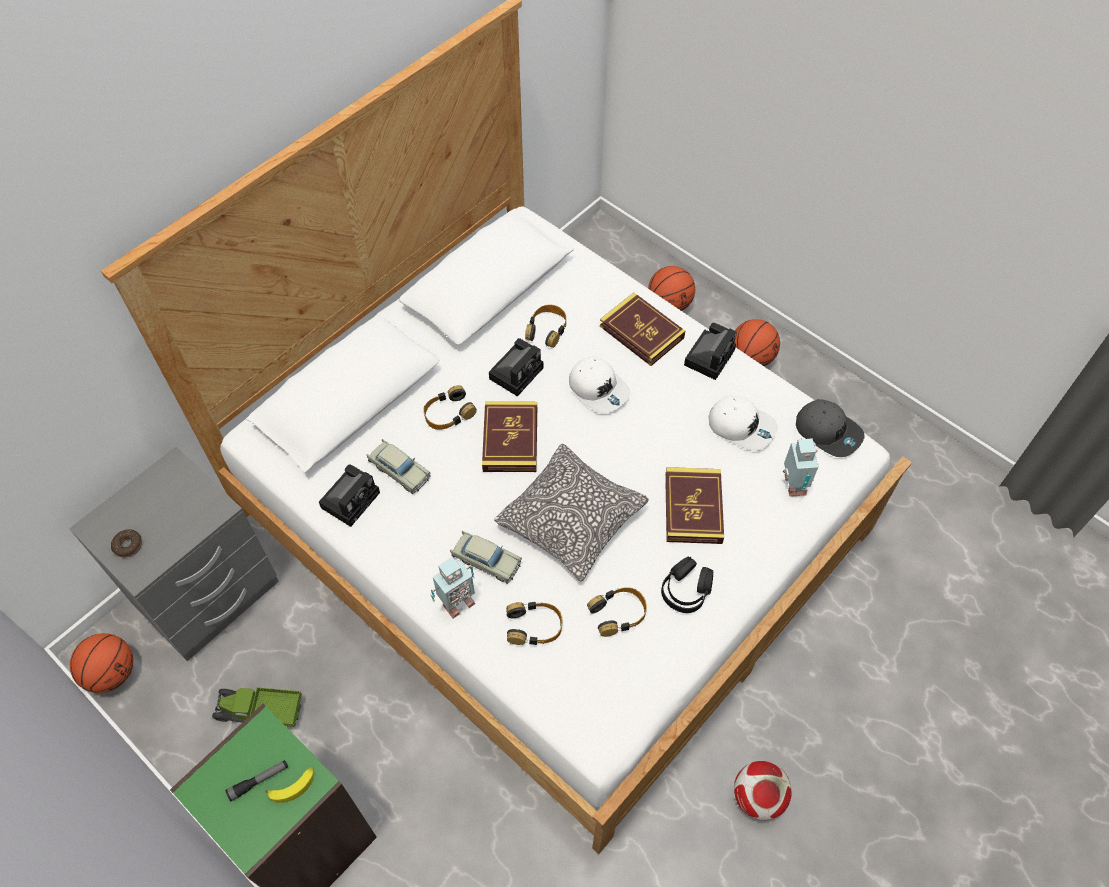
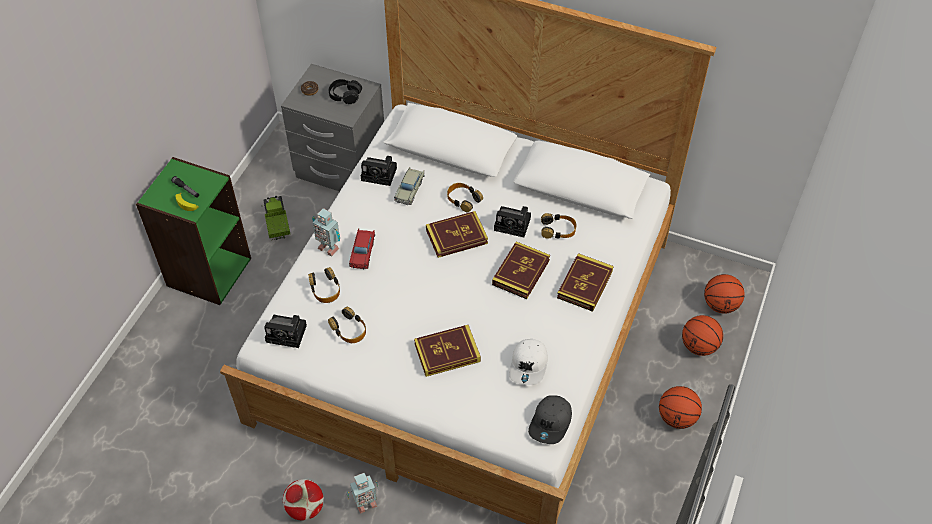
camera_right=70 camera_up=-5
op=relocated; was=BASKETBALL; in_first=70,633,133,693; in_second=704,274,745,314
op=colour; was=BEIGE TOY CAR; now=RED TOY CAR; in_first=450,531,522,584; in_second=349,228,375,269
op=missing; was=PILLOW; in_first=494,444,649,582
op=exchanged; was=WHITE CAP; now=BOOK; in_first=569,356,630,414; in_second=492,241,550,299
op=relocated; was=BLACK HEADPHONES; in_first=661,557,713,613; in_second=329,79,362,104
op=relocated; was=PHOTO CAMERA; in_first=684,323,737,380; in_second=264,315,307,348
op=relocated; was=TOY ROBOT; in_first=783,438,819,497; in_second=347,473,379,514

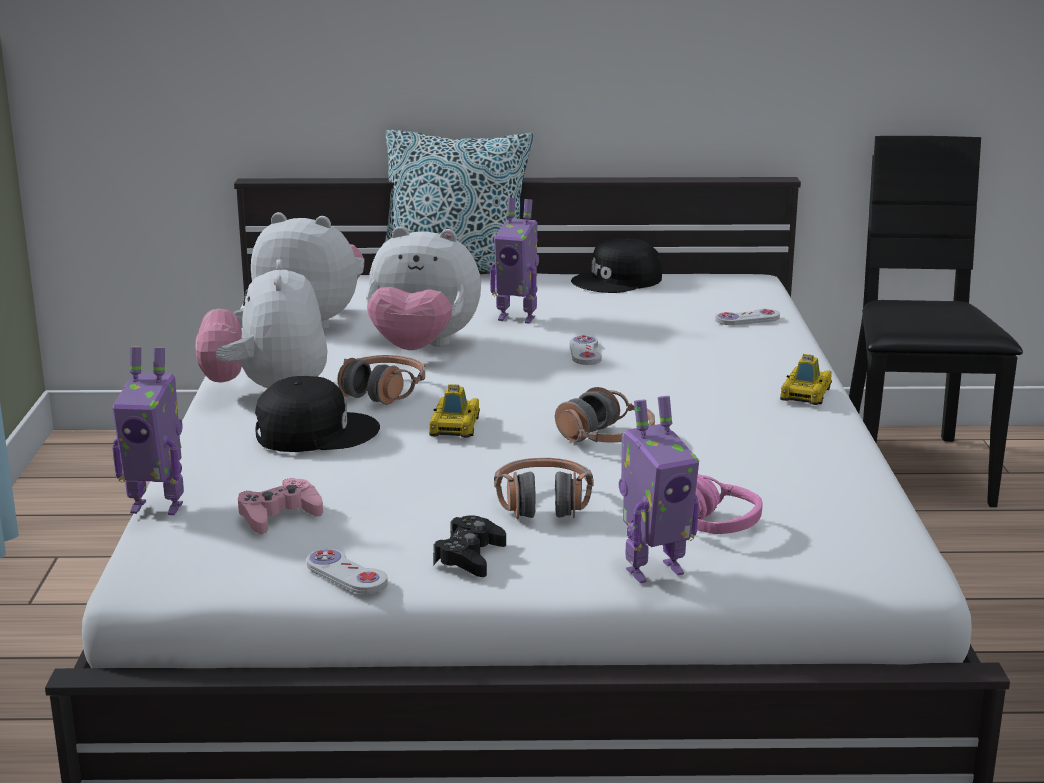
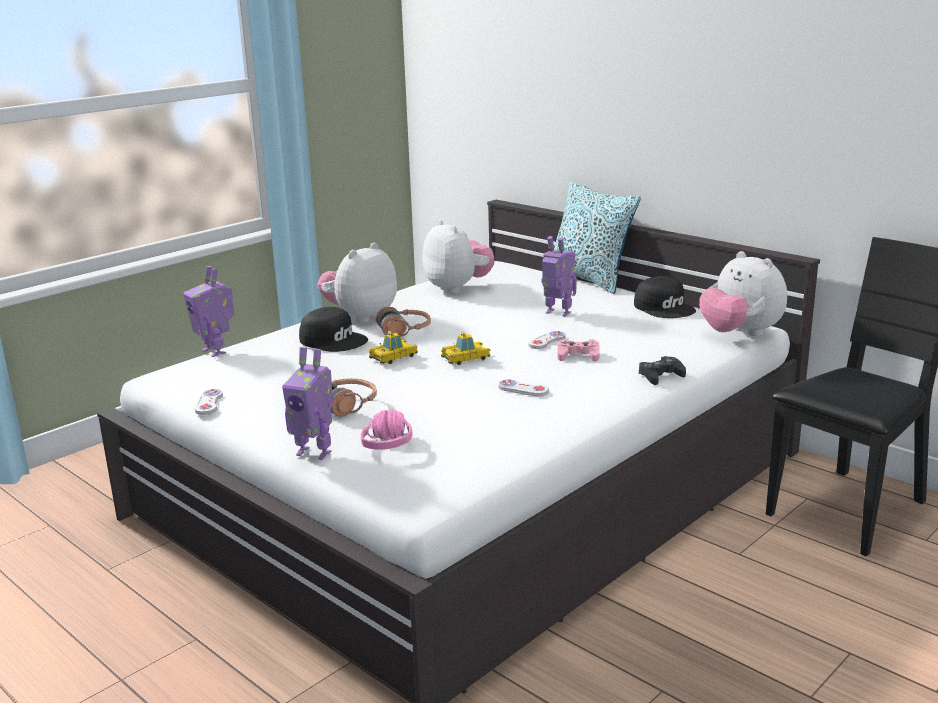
camera_right=45 camera_up=0
op=relocated; was=PINK GAME CONTROLLER; in_first=238,478,323,534; in_second=557,339,600,362
op=relocated; was=PLUSH TOY; in_first=366,226,481,350; in_second=699,251,787,336
op=relocated; was=BLACK GAME CONTROLLER; in_first=433,515,506,577; in_second=639,356,686,385
op=spun; was=TOY ROBOT; in_first=490,198,539,323; in_second=541,236,577,316; clockwise=150
op=missing; was=HEADPHONES; in_first=555,387,655,443
op=spun; was=BLACK CAP; in_first=571,237,662,293; in_second=634,276,696,318; clockwise=-135
op=relocated; was=WHITE GAME CONTROLLER; in_first=715,309,780,325; in_second=498,379,549,397
op=relocated; was=TOY CAR; in_first=780,354,832,405; in_second=441,332,491,365

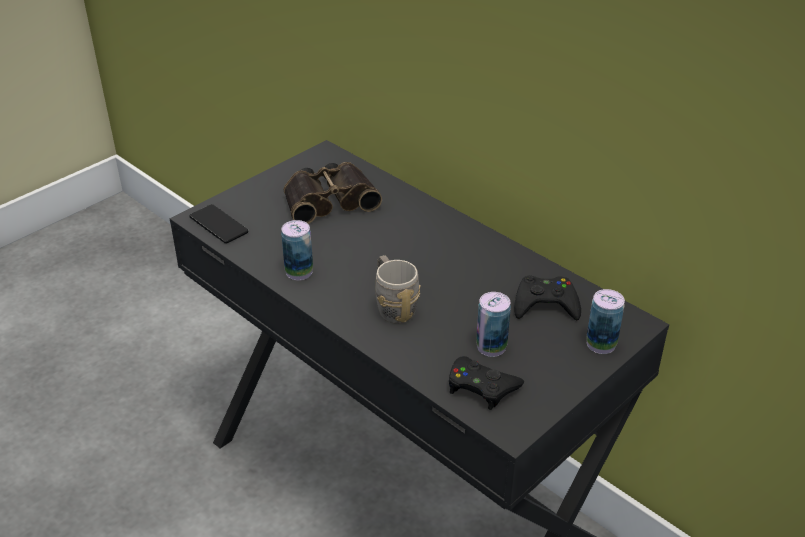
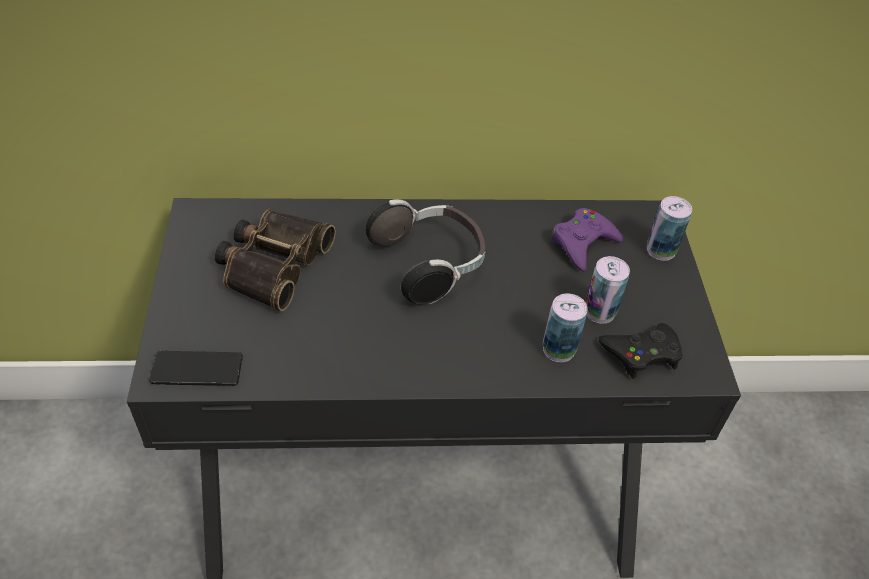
camera_right=-50 camera_up=10
op=relocated; was=CAN; in_first=281,220,313,280; in_second=543,294,588,362
op=missing; was=GREY MUG; in_first=375,255,421,323
op=colour; was=BLACK GAME CONTROLLER; now=PURPLE GAME CONTROLLER; in_first=514,275,581,320; in_second=551,208,623,271
op=appeared; now=HEADPHONES; in_second=366,199,485,304

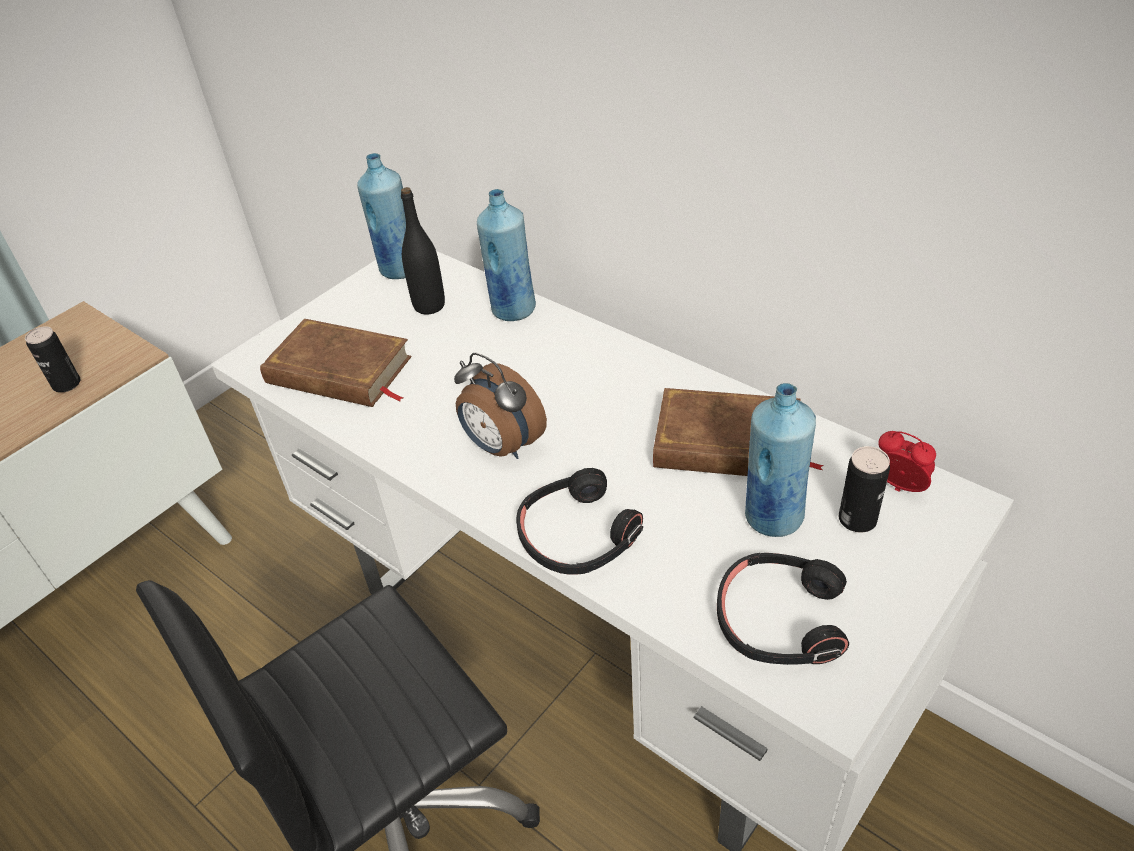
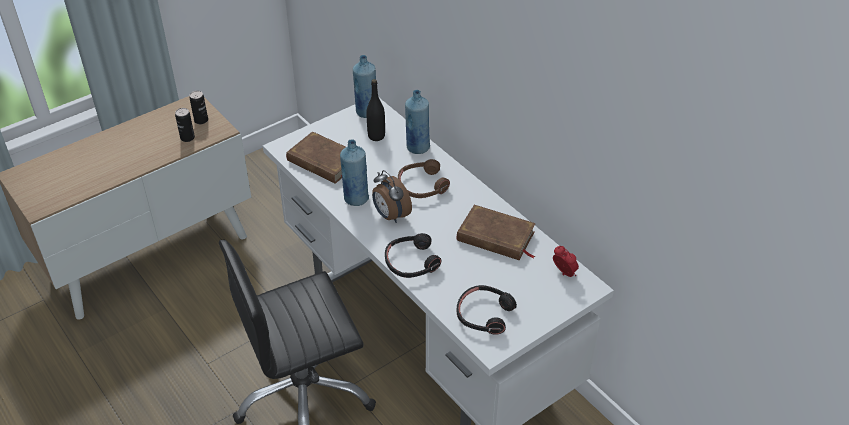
camera_right=10 camera_up=0
op=relocated; was=BLUE BOTTLE; in_first=745,383,816,537; in_second=340,139,369,206
op=relocated; was=CAN; in_first=839,446,890,532; in_second=189,91,208,124
op=appeared; now=BROWN HEADPHONES; in_second=398,159,450,198

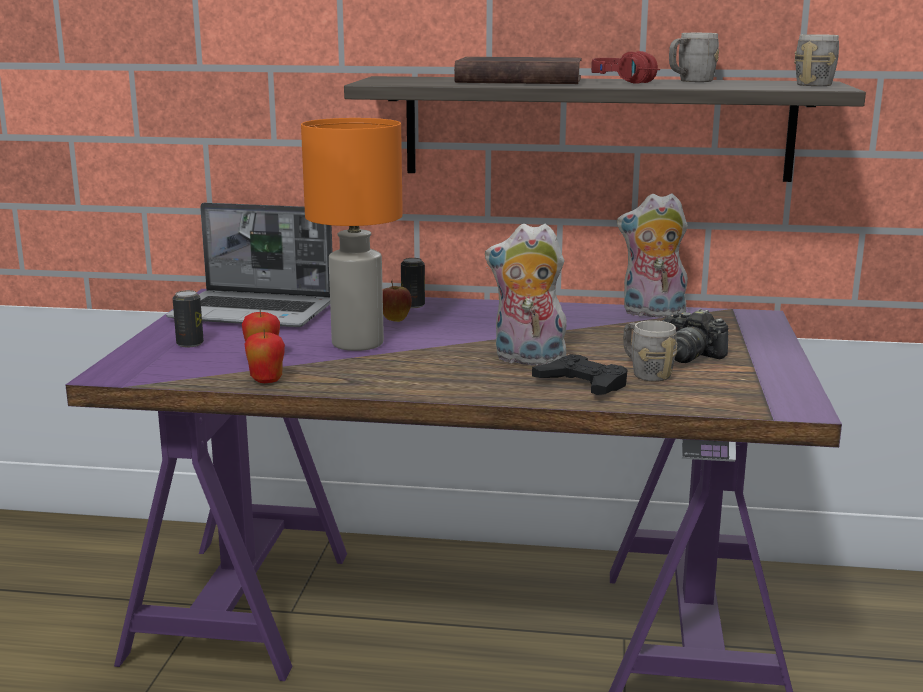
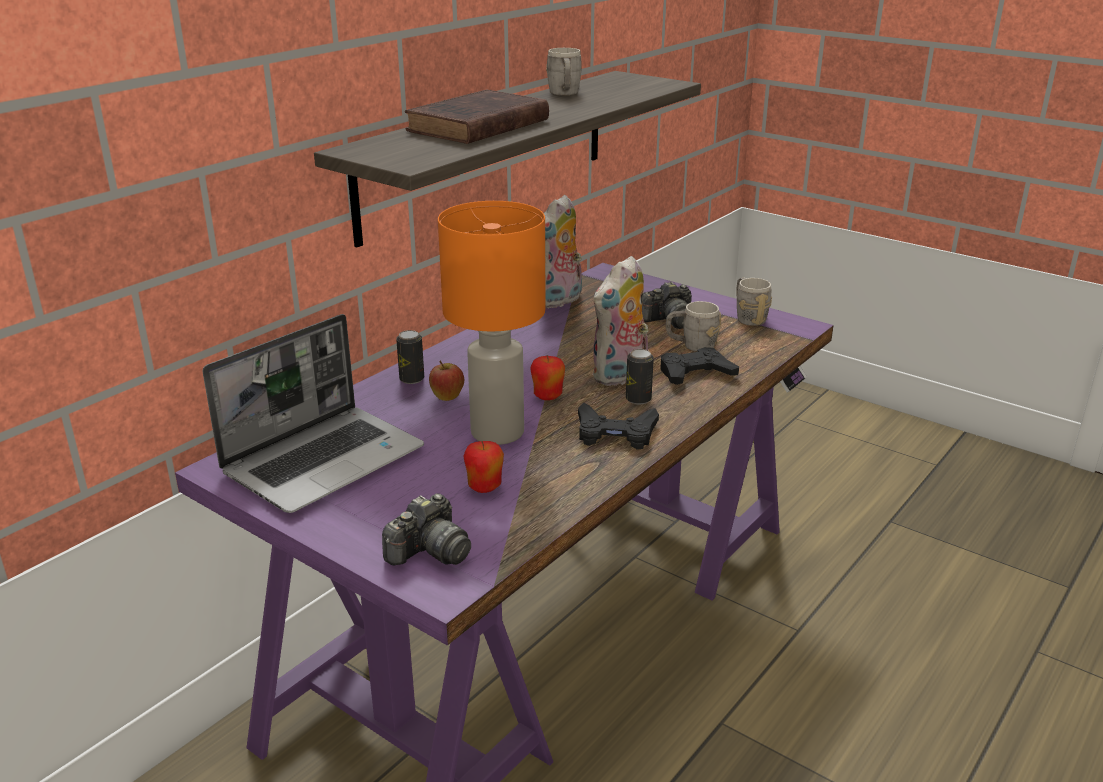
camera_right=-60 camera_up=10
op=relocated; was=CAN; in_first=173,290,204,347; in_second=626,349,654,405
op=relocated; was=APPLE; in_first=245,330,285,383; in_second=530,355,565,400
op=missing; was=RED HEADPHONES; in_first=591,51,660,84
op=relocated; was=GREY MUG; in_first=794,34,839,86; in_second=736,278,772,326
op=appeared; now=PHOTO CAMERA; in_second=382,493,471,565
op=appeared; now=BLACK GAME CONTROLLER; in_second=578,403,659,450

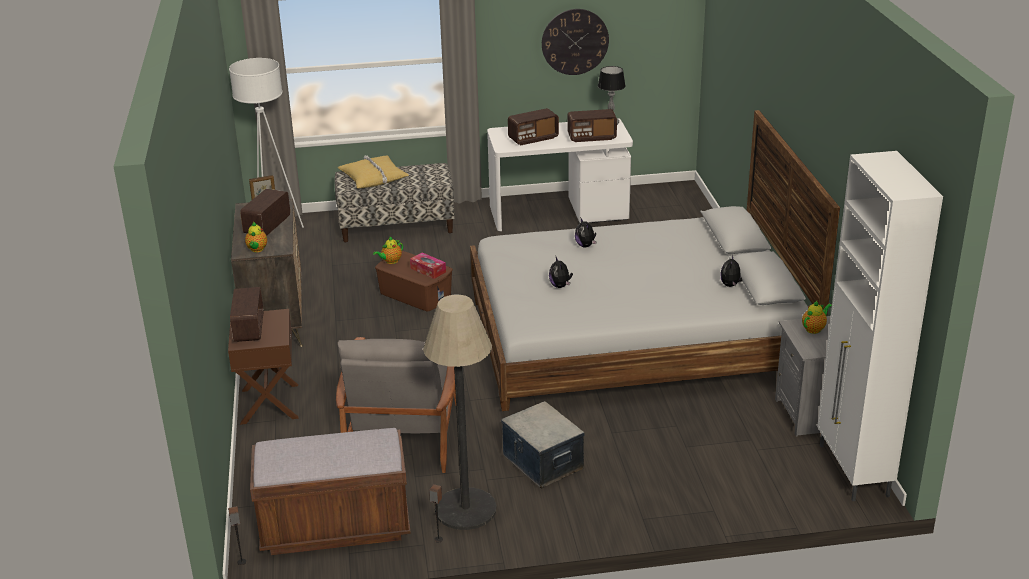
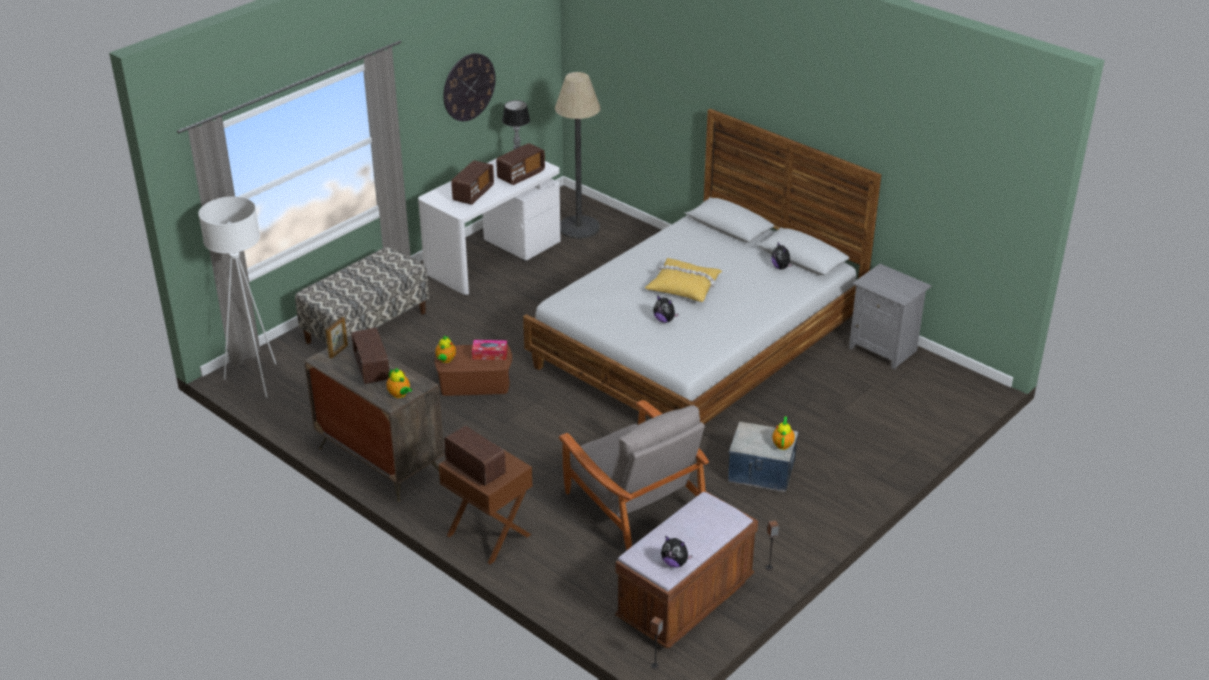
camera_right=-40 camera_up=5
op=relocated; was=YELLOW PILLOW; in_first=338,155,409,188; in_second=645,258,722,302
op=relocated; was=FLOOR LAMP; in_first=423,295,497,530; in_second=555,72,601,239
op=relocated; was=PLUSH TOY; in_first=575,217,596,247; in_second=661,536,693,568
op=relocated; was=TEAPOT; in_first=802,301,832,334; in_second=772,417,795,450
op=missing; was=WHITE CABINET; in_first=817,151,943,501

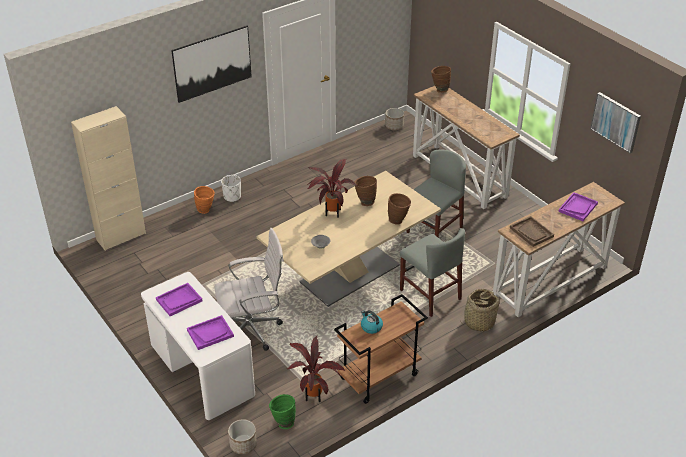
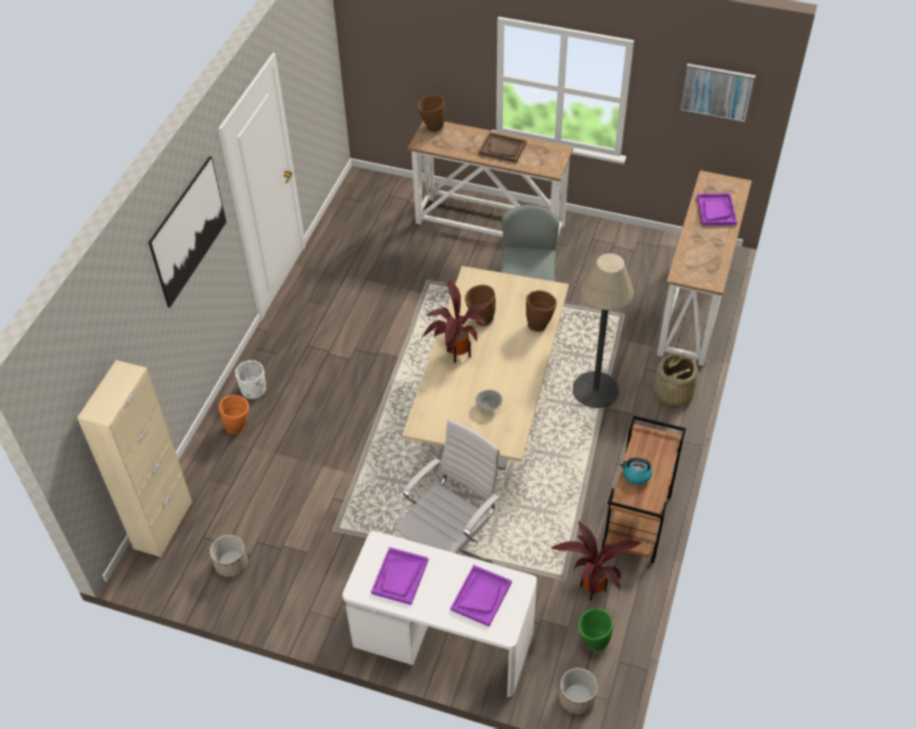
camera_right=-35 camera_up=10
op=relocated; was=PLANTER; in_first=385,108,404,130; in_second=210,535,248,577
op=exchanged; was=GREY CHAIR; now=FLOOR LAMP; in_first=400,228,465,317; in_second=573,253,634,408
op=relocated; was=BROWN TRAY; in_first=510,216,554,247; in_second=479,132,527,163

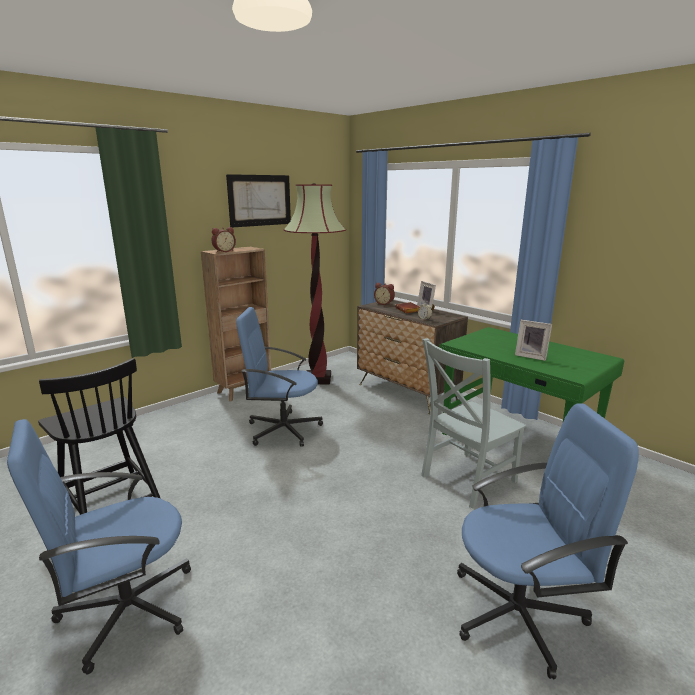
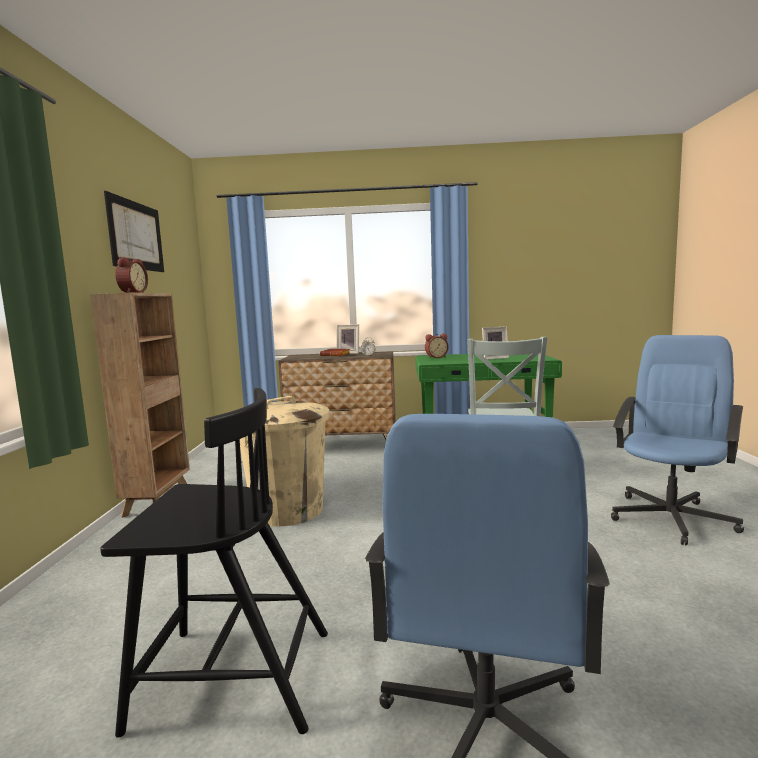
camera_right=-45 camera_up=-10
op=exchanged; was=BLUE OFFICE CHAIR; now=BEIGE TRASH CAN; in_first=236,307,323,447; in_second=240,396,330,526
op=missing; was=FLOOR LAMP; in_first=283,183,346,384
op=relocated; was=ALARM CLOCK; in_first=374,283,395,305; in_second=425,334,449,358

